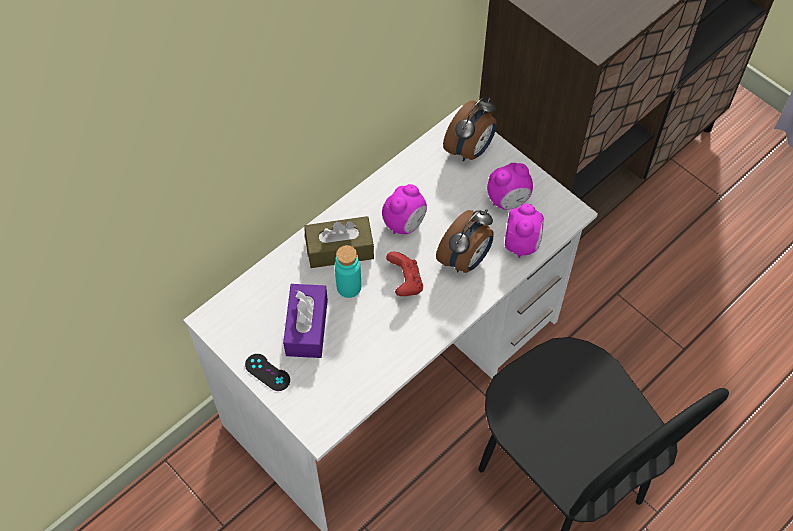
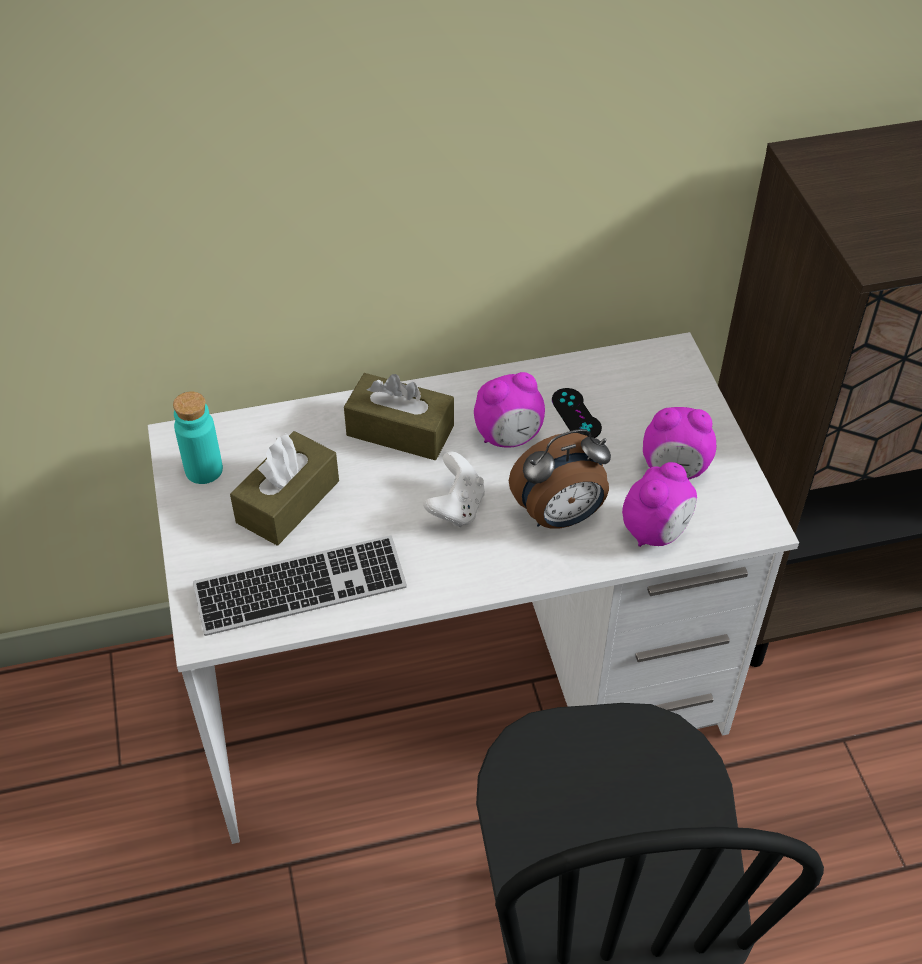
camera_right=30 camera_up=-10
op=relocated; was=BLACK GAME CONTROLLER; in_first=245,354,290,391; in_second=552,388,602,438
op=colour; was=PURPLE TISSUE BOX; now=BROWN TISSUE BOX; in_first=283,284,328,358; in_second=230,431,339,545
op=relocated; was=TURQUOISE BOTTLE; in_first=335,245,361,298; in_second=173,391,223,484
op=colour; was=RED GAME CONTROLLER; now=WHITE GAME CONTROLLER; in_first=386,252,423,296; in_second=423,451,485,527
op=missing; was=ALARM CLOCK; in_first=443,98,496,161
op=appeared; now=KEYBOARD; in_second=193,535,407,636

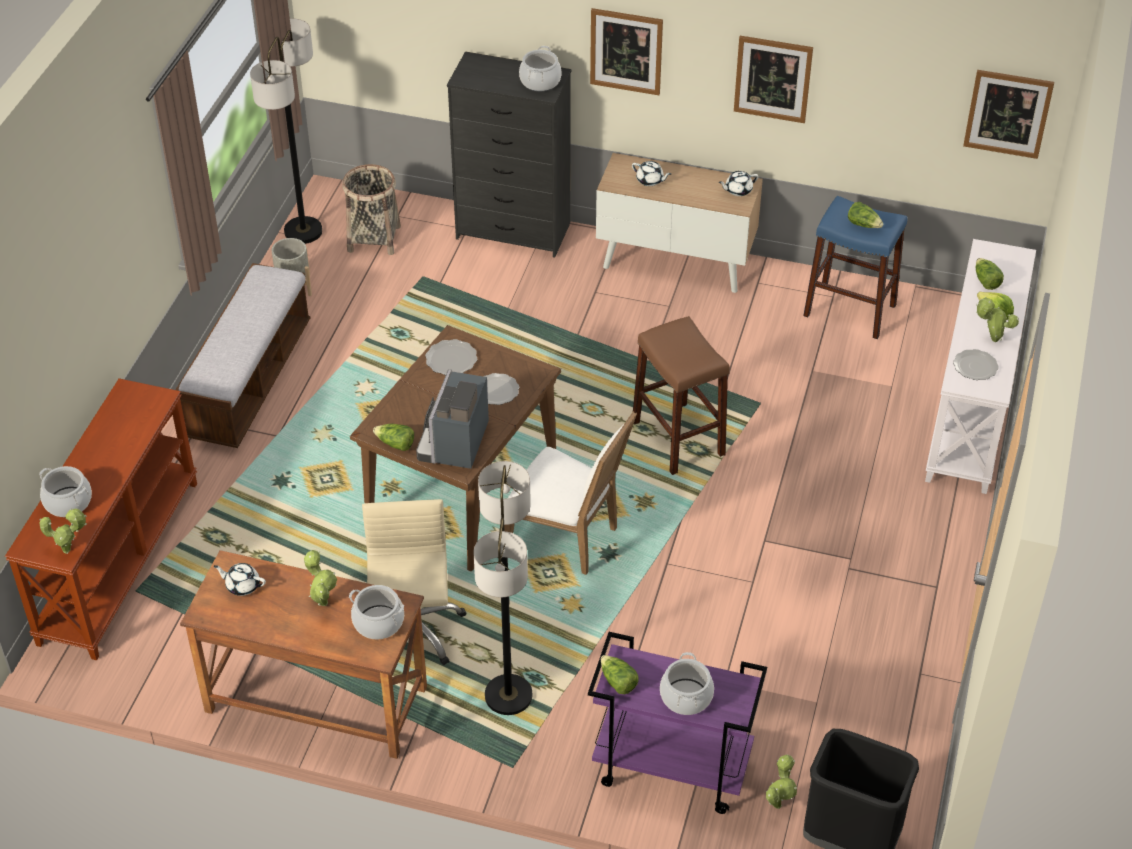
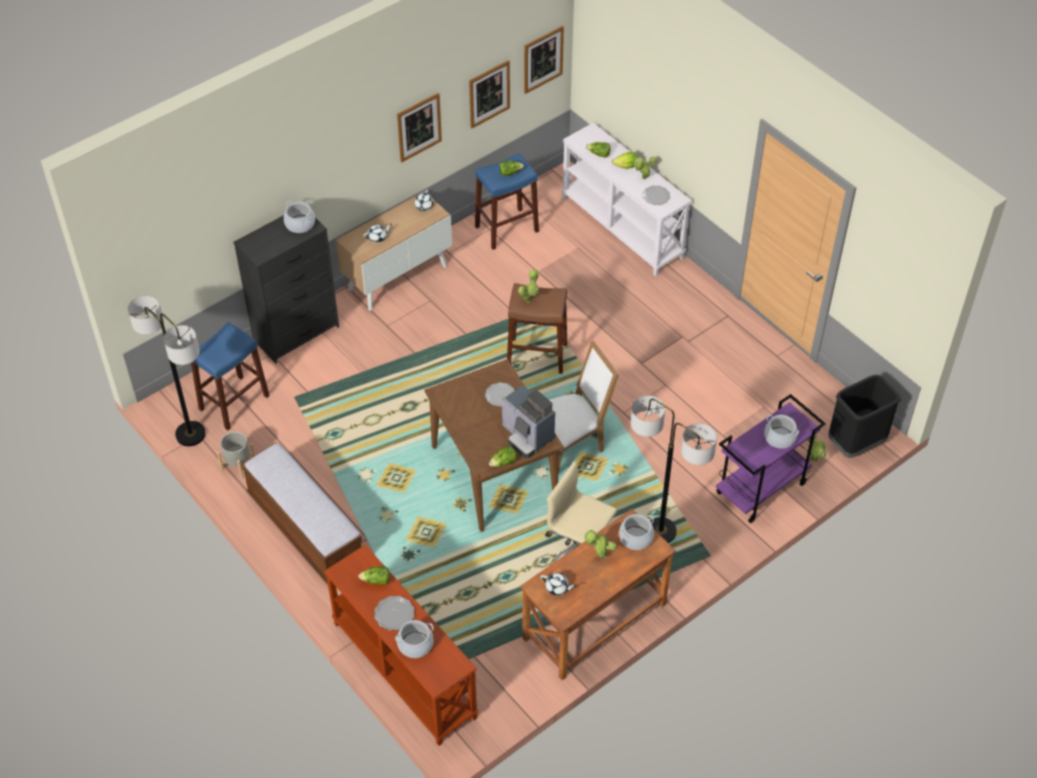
camera_right=-55 camera_up=5
op=relocated; was=POTTED PLANT; in_first=39,508,87,554; in_second=518,269,539,303
op=spun; was=WHITE TEAPOT; in_first=214,563,266,596; in_second=541,573,576,595; clockwise=-120
op=exchanged; was=BASKET; now=BLUE STOOL; in_first=342,164,401,255; in_second=191,322,269,430
op=relocated; was=PLATE; in_first=425,339,477,375; in_second=374,596,414,630
op=relocated; was=PICTURE; in_first=590,8,663,95; in_second=469,60,510,128
op=relocated; was=LETTUCE; in_first=601,655,639,694; in_second=358,566,390,585

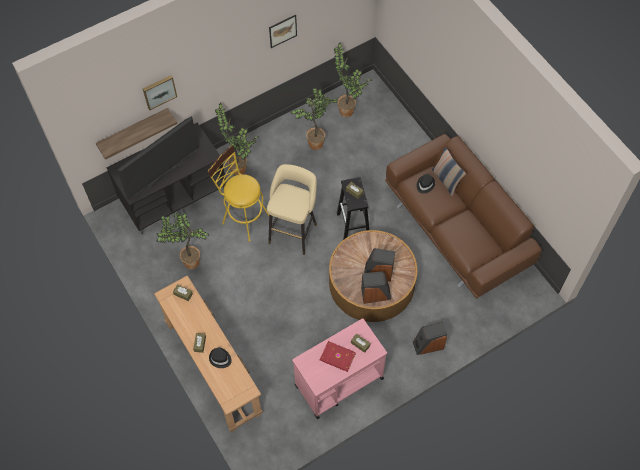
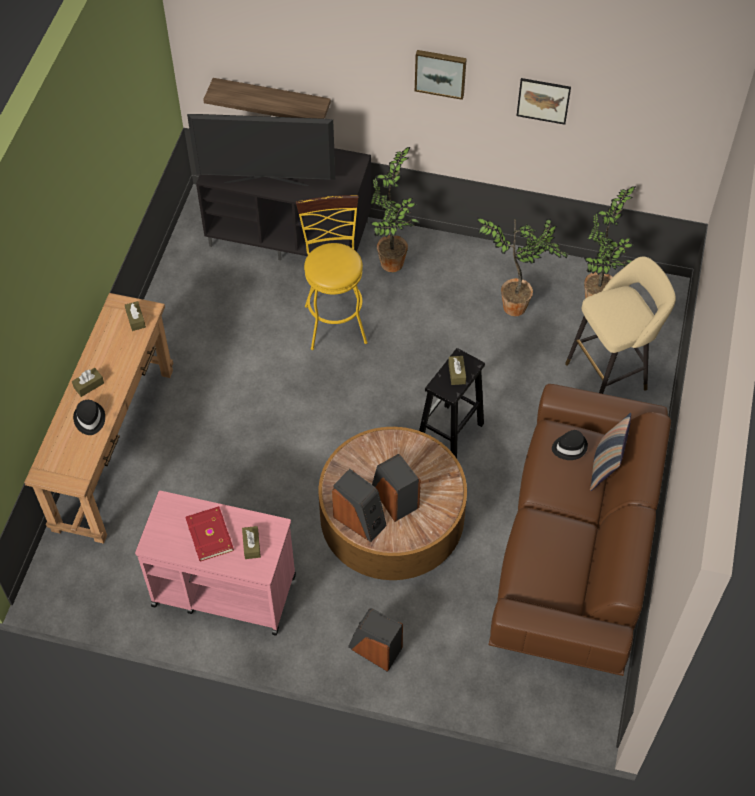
camera_right=45 camera_up=-5
op=relocated; was=PICTURE; in_first=143,75,177,110; in_second=415,50,467,100
op=missing; was=POTTED PLANT; in_first=156,212,209,269
op=relocated; was=BEIGE STOOL; in_first=267,164,317,255; in_second=565,256,676,394

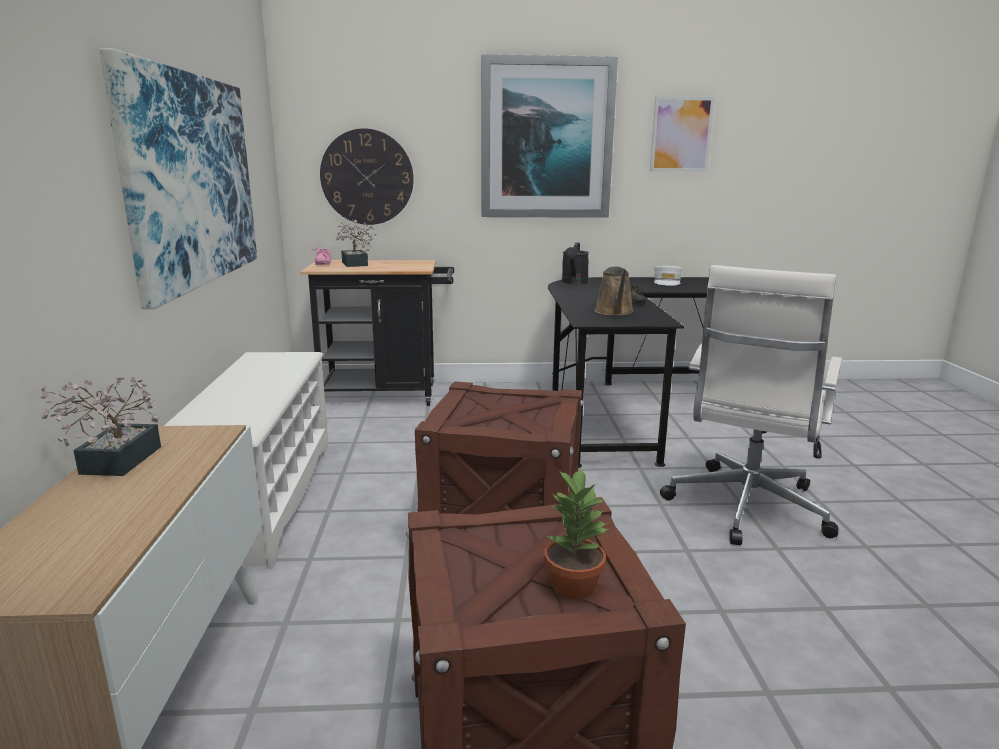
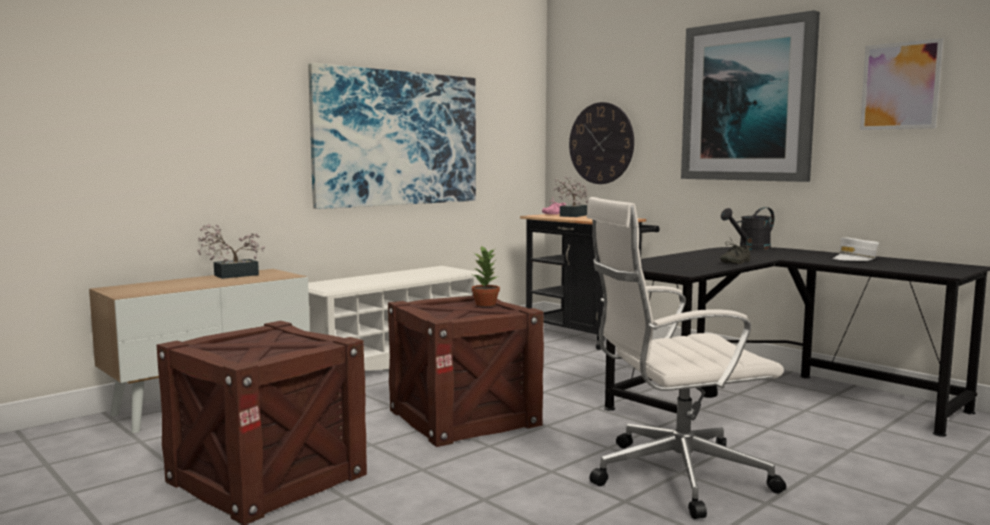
camera_right=50 camera_up=-10
op=relocated; was=POTTED PLANT; in_first=544,468,610,599; in_second=472,246,500,306
op=missing; was=BROWN WATERING CAN; in_first=595,266,634,316

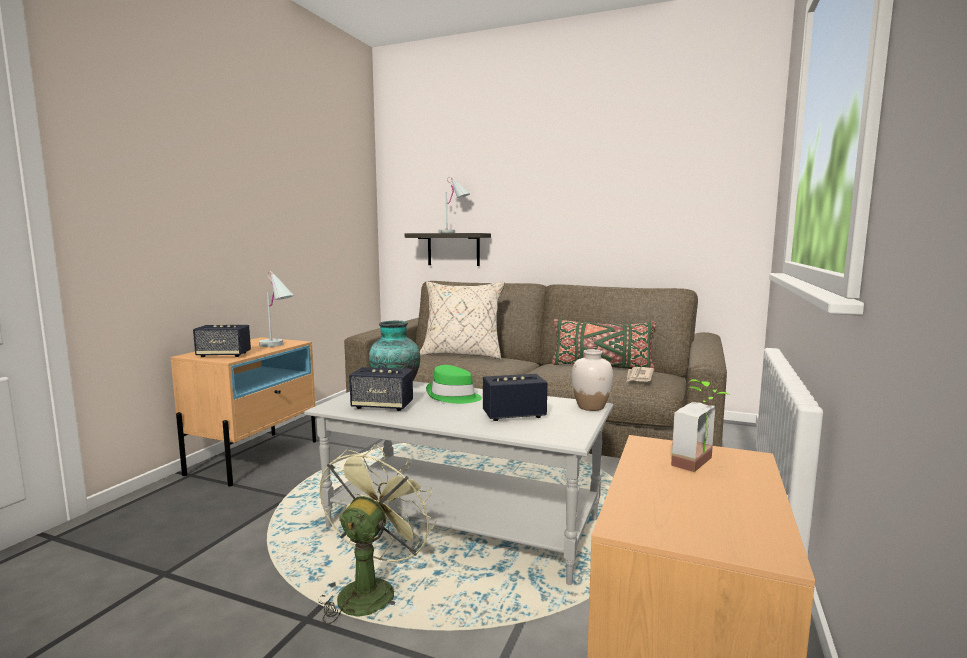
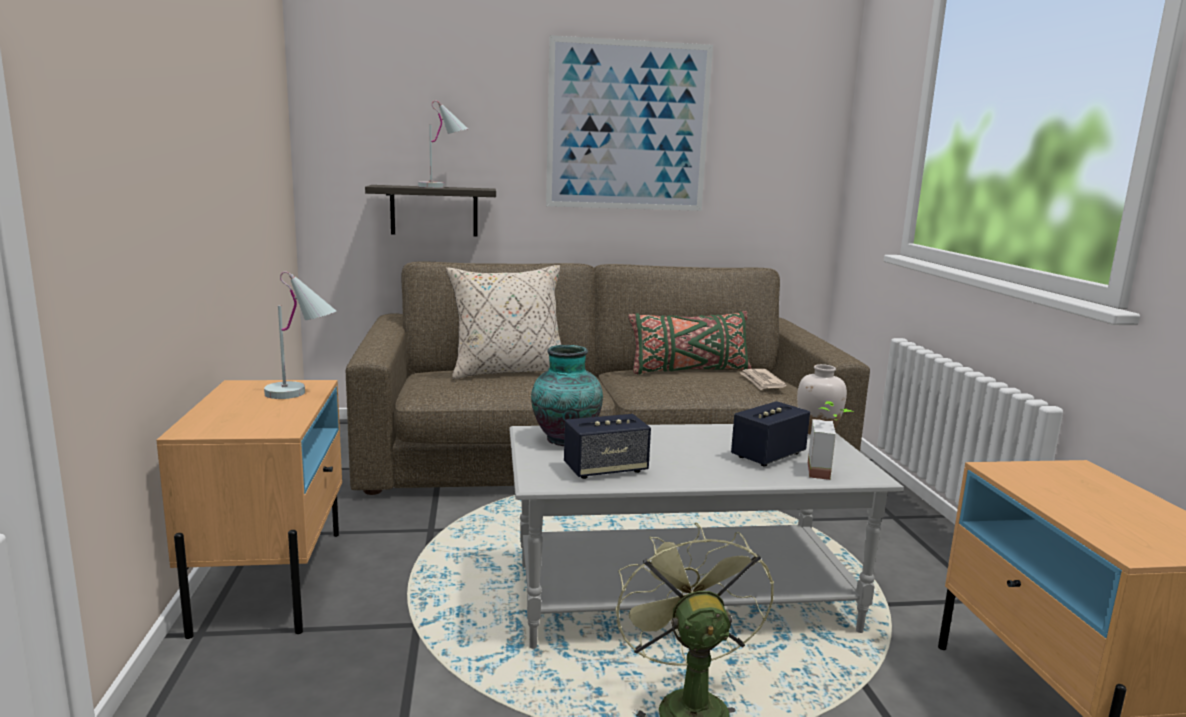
camera_right=-30 camera_up=5
op=missing; was=SPEAKER; in_first=193,325,251,357
op=missing; was=GREEN HAT; in_first=426,365,482,404
op=relocated; was=POTTED PLANT; in_first=671,379,730,472; in_second=808,401,854,480
op=appeared; now=PICTURE; in_second=546,35,713,211

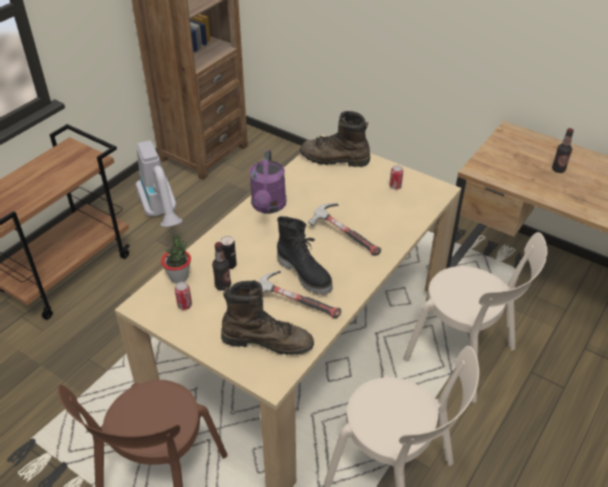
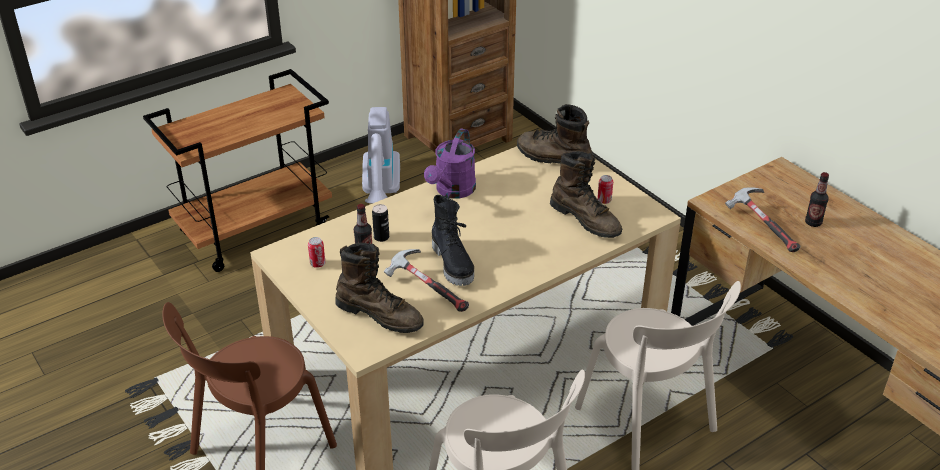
camera_right=20 camera_up=-5
op=missing; was=POTTED PLANT; in_first=161,233,191,283
op=relocated; was=HAMMER; in_first=308,203,381,256; in_second=725,187,800,252
op=appeared; now=BROWN BOOT; in_second=550,151,622,238

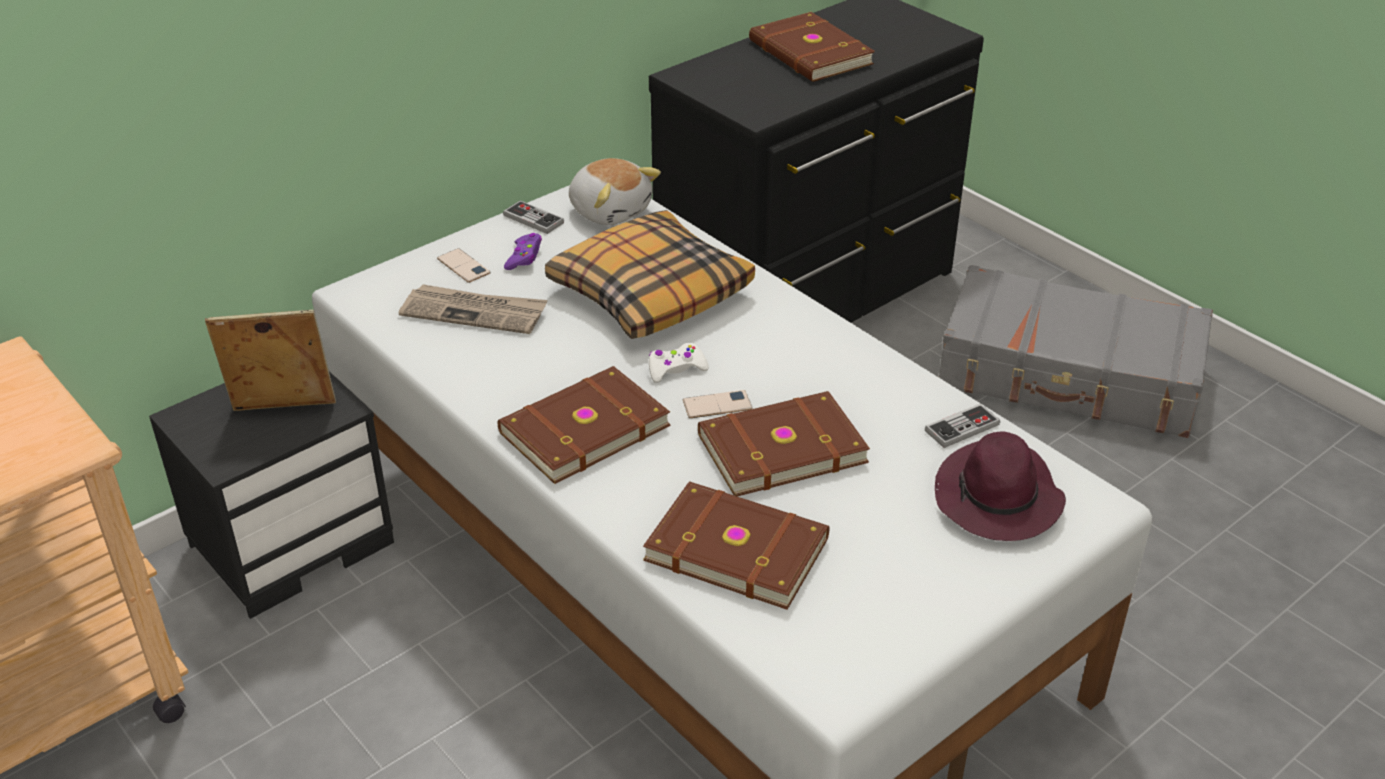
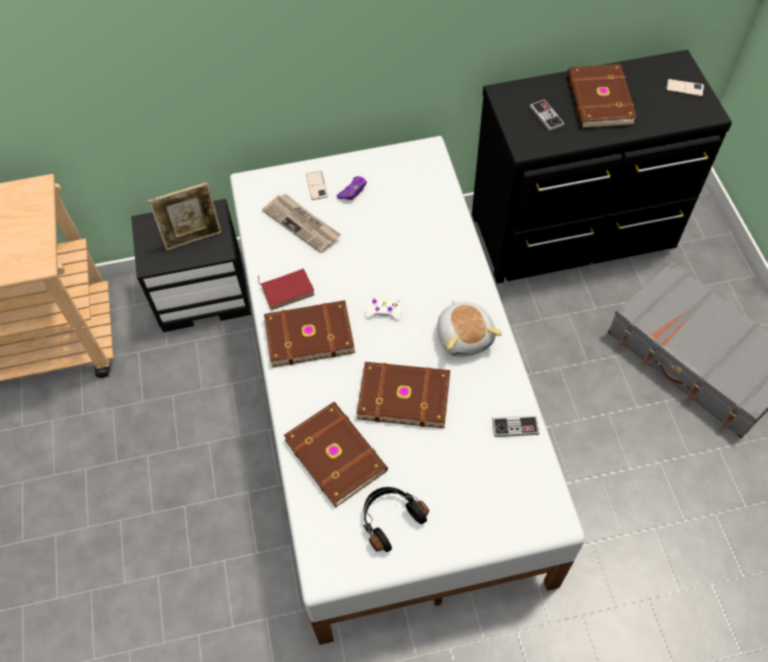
camera_right=30 camera_up=20
op=spun; was=PICTURE FRAME; in_first=205,310,336,411; in_second=148,182,222,251; clockwise=135
op=relocated; was=GAME CONTROLLER; in_first=503,201,564,234; in_second=530,99,565,132
op=missing; was=PILLOW; in_first=545,210,755,339
op=relocated; was=PLUSH TOY; in_first=569,158,661,225; in_second=437,300,502,357
op=relocated; was=PHONE; in_first=683,390,753,418; in_second=666,79,704,97
op=missing; was=PURPLE HAT; in_first=935,431,1066,541
op=appeared; now=RED BOOK; in_second=258,269,315,310
op=appeared; now=BLACK HEADPHONES; in_second=363,487,429,552

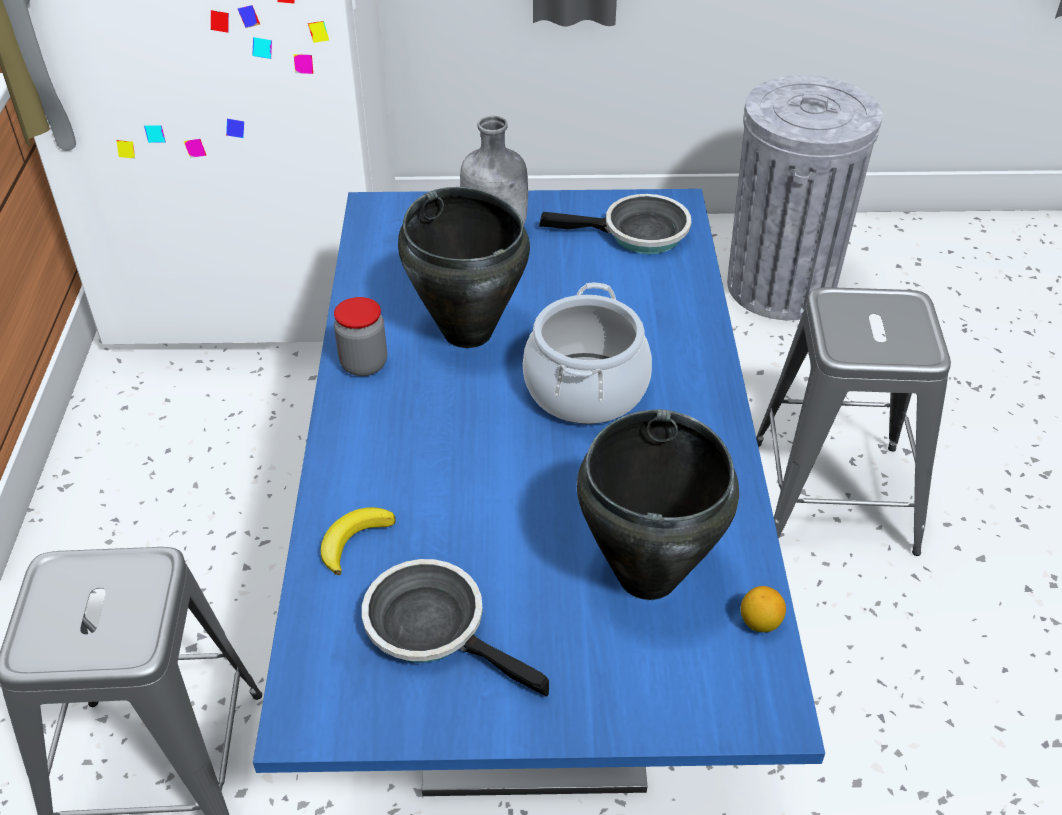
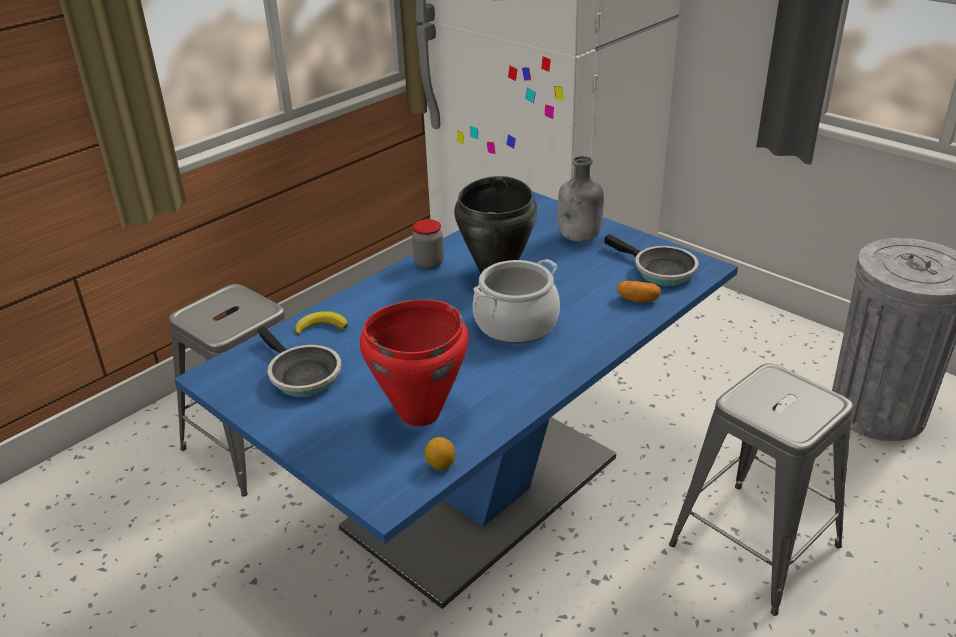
camera_right=45 camera_up=-10
op=spun; was=FRYING PAN; in_first=362,559,549,697; in_second=257,327,341,397; clockwise=150
op=colour; was=BLACK COOKING POT; now=RED COOKING POT; in_first=577,409,739,600; in_second=360,299,469,427
op=appeared; now=POTATO; in_second=617,281,661,302

